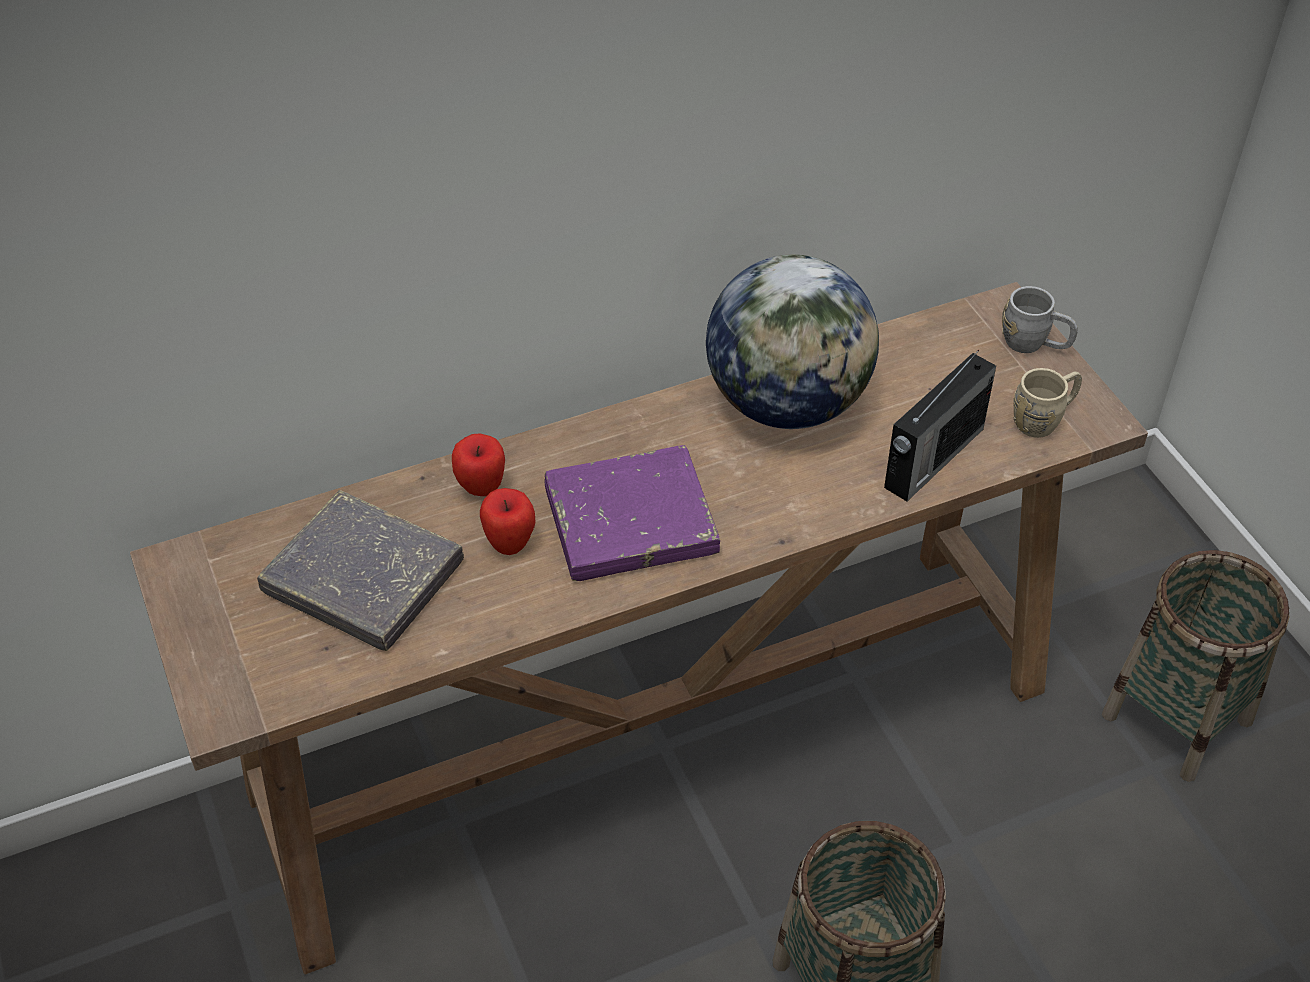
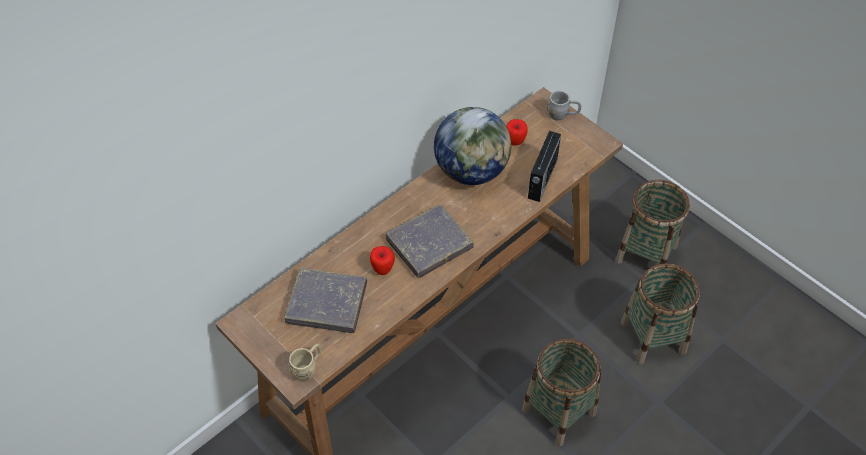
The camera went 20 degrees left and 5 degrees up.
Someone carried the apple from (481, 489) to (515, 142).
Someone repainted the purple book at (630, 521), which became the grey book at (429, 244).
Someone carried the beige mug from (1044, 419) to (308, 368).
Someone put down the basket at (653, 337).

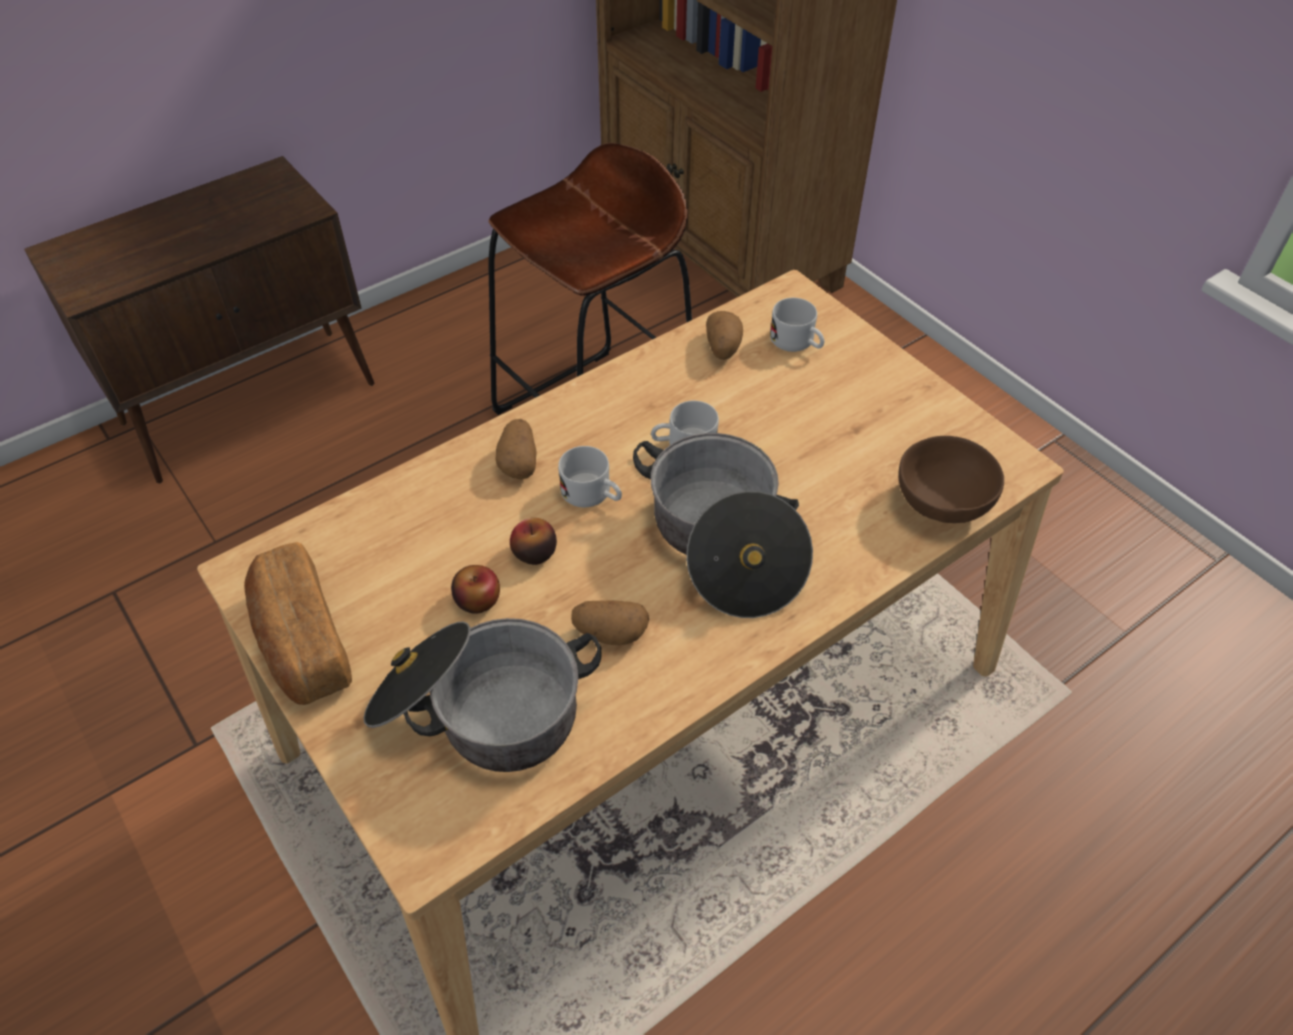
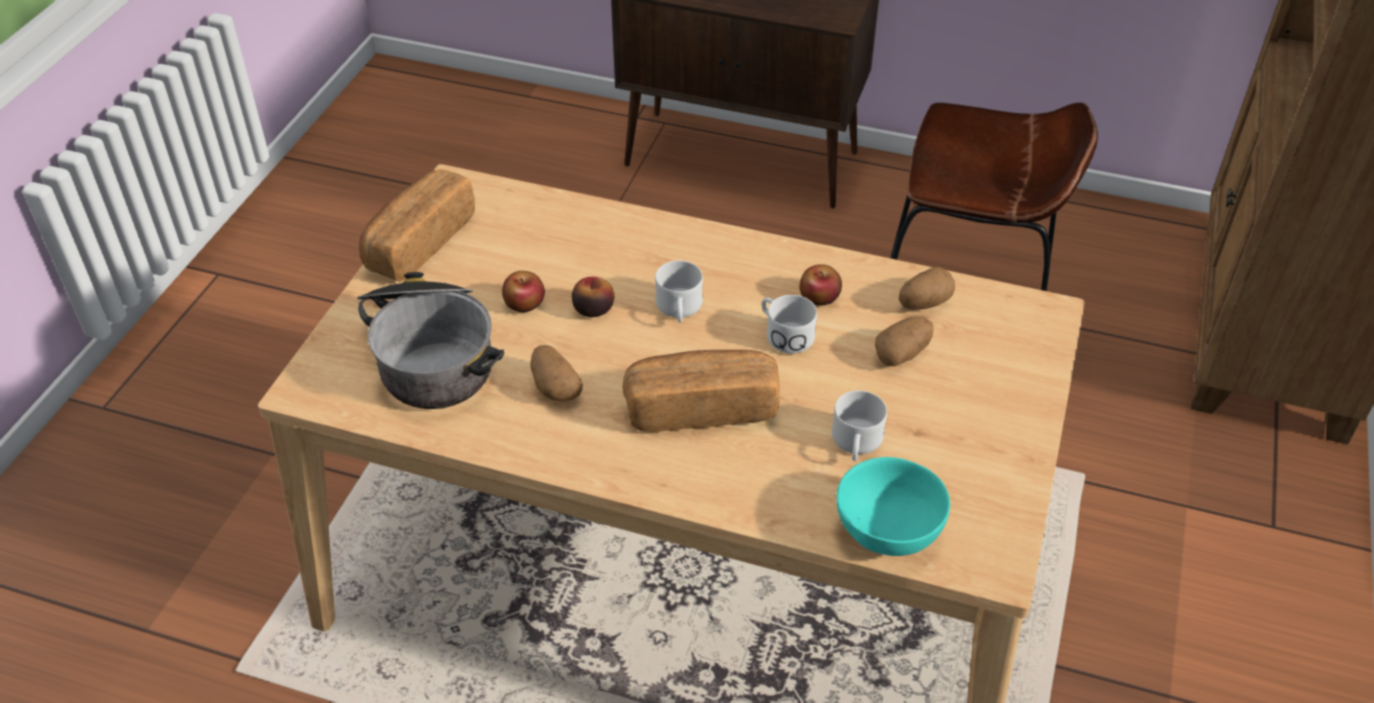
The camera went 55 degrees right and 5 degrees down.
Someone carried the potato from (519, 462) to (902, 354).
Someone swapped the cooking pot at (723, 543) for the bread at (701, 407).
Someone carried the white mug from (797, 343) to (856, 444).
Someone repainted the brown bowl at (941, 505), which became the turquoise bowl at (884, 531).
Someone put down the apple at (819, 297).

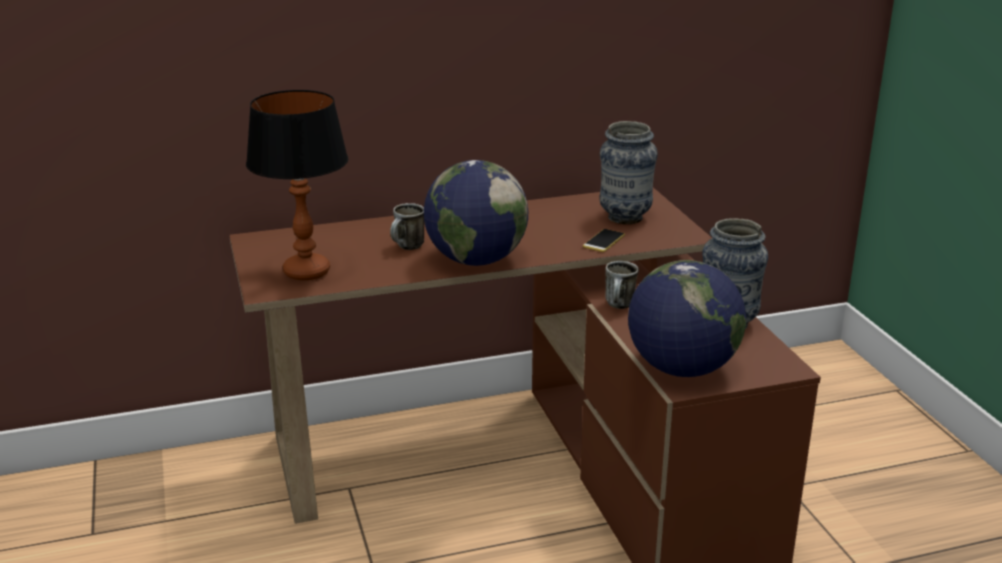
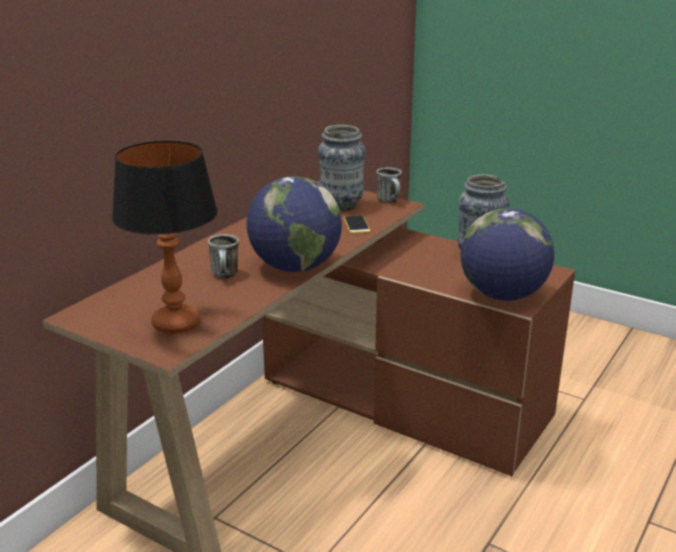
The camera went 40 degrees left and 0 degrees up.
Someone carried the mug from (620, 306) to (390, 201).

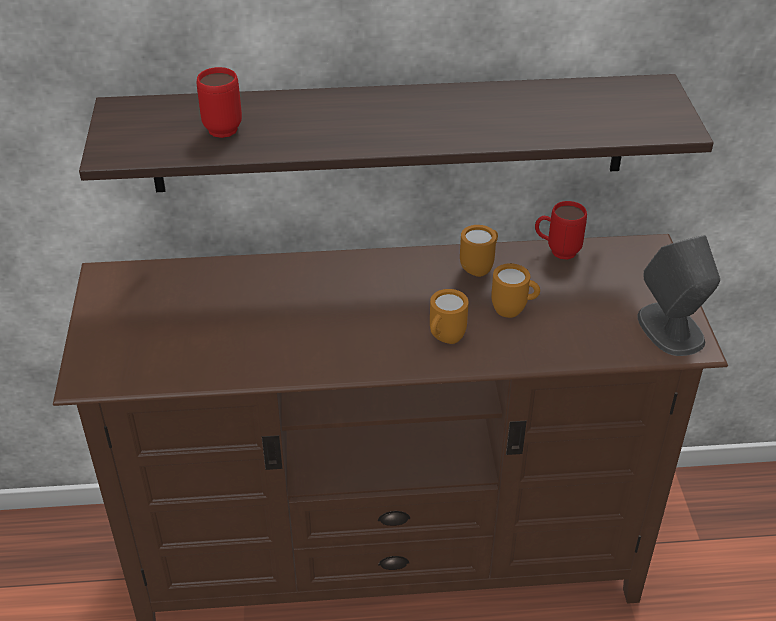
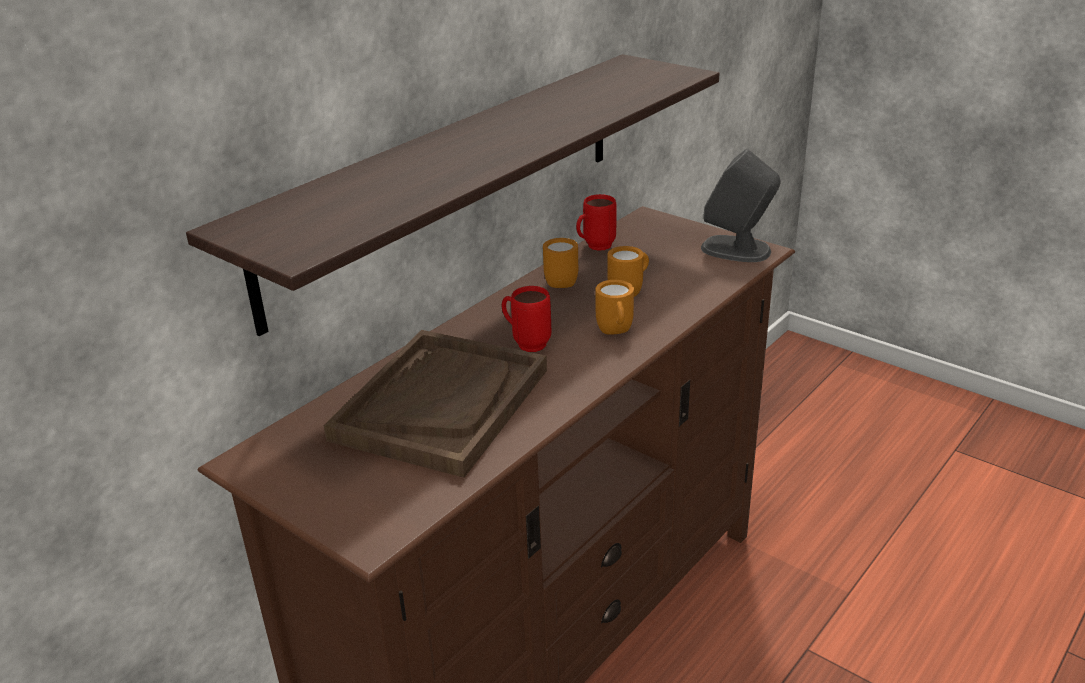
The camera went 45 degrees left and 10 degrees down.
Someone carried the red mug from (223, 126) to (526, 343).
Someone put down the brown tray at (441, 404).

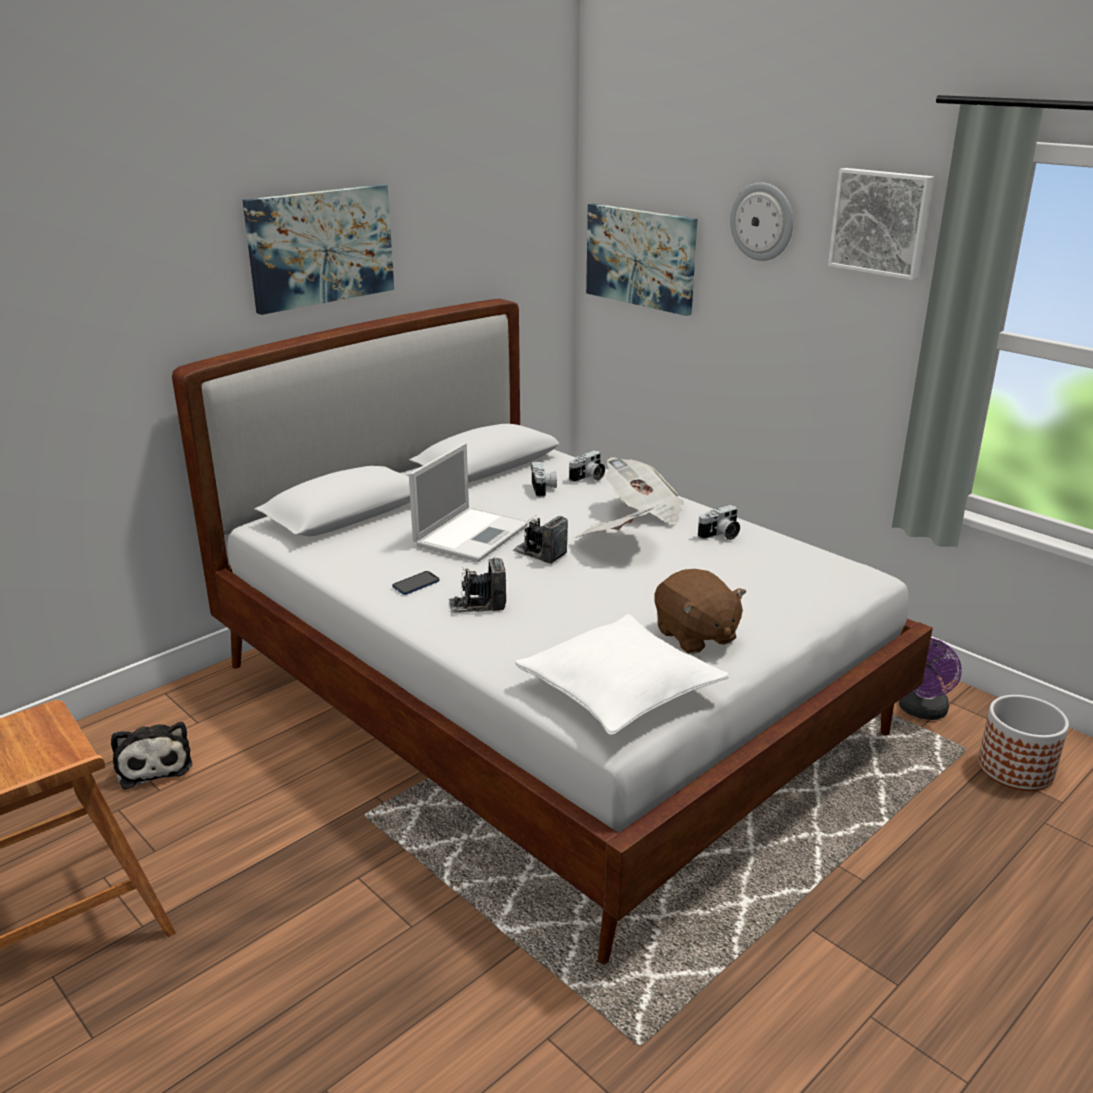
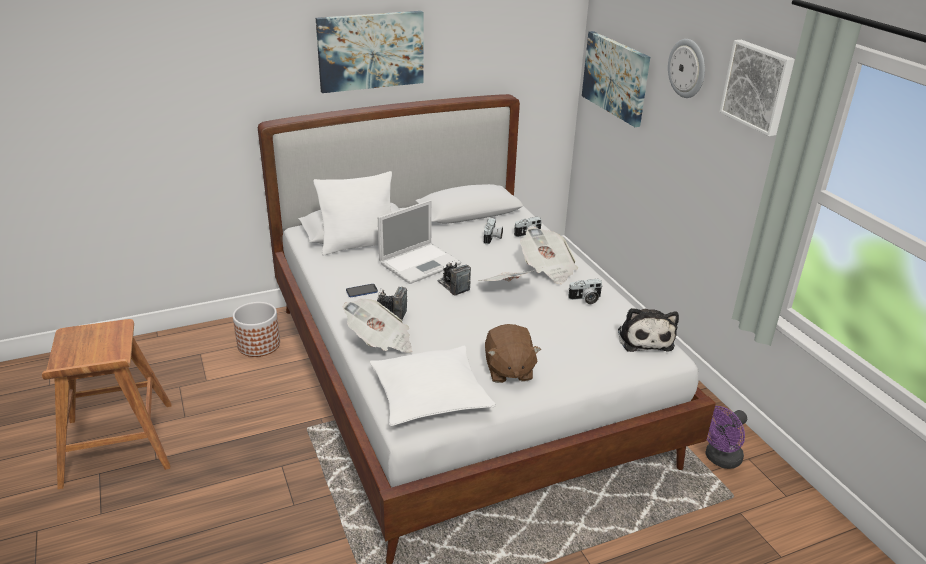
The camera went 20 degrees right and 5 degrees up.
Someone carried the plush toy from (154, 764) to (644, 338).
Someone carried the planter from (1015, 769) to (258, 345).
Someone put down the white pillow at (359, 245).
Someone put down the newspaper at (380, 342).

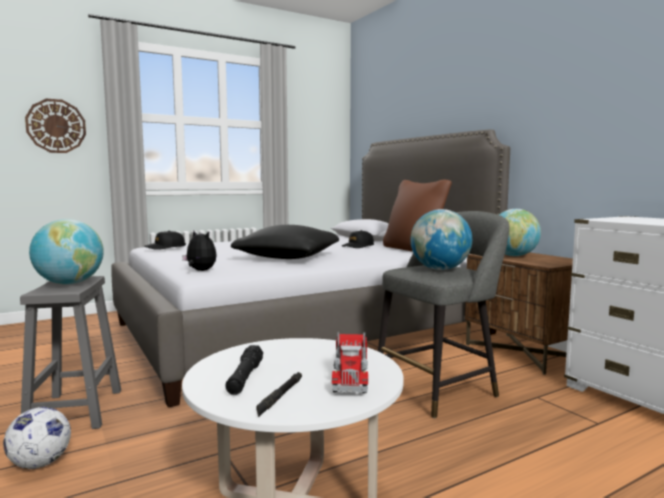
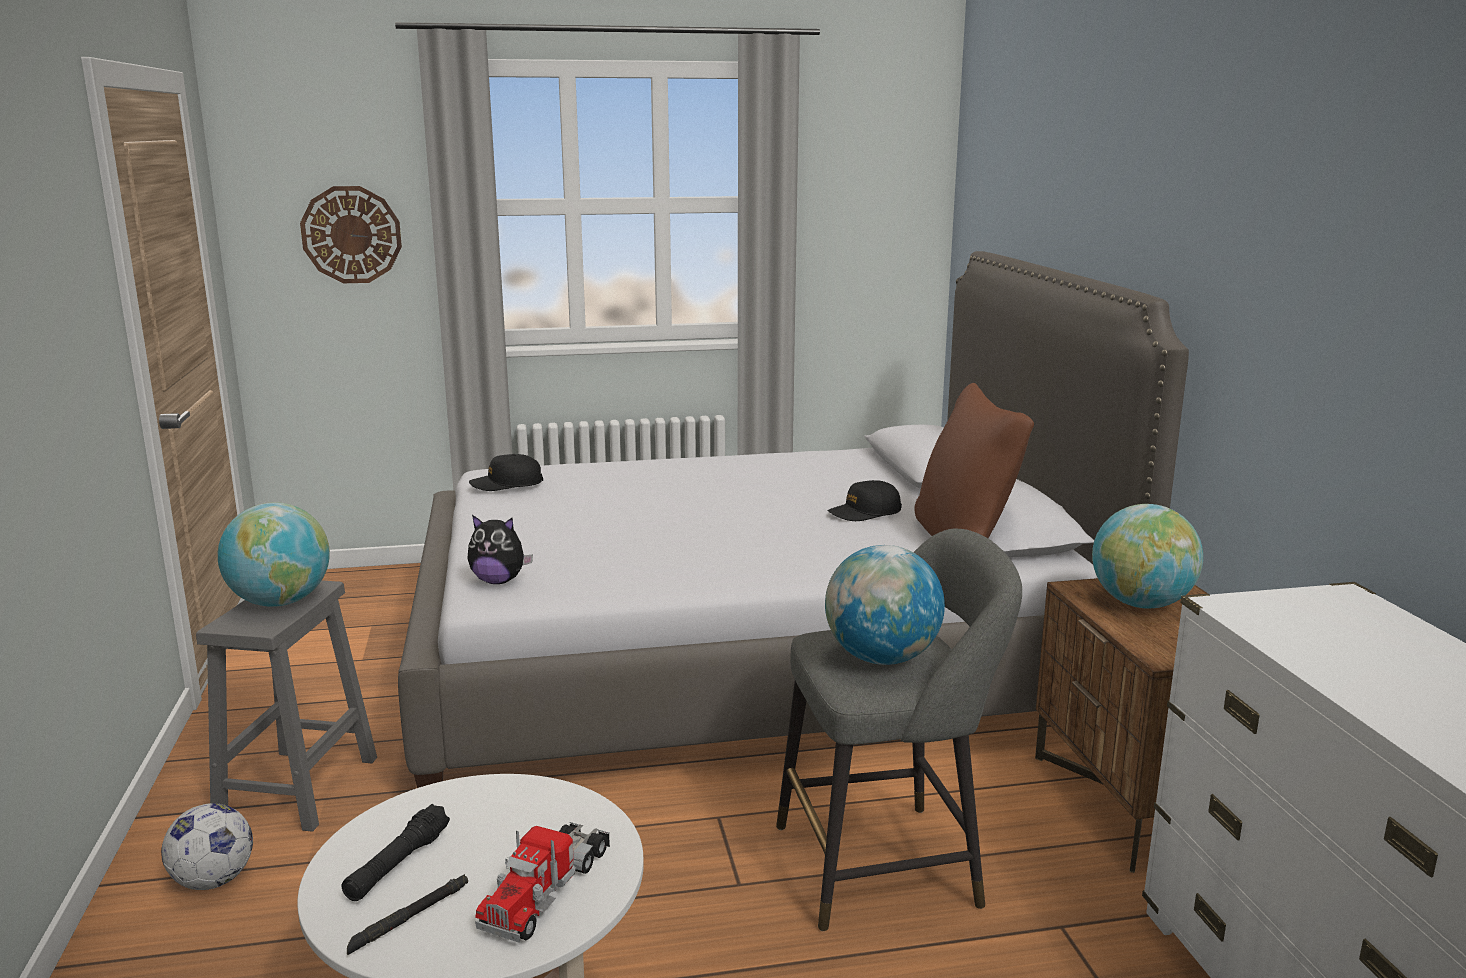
The camera went 20 degrees right and 10 degrees up.
Someone rotated the plush toy at (200, 271) by 135 degrees clockwise.
Someone took away the black pillow at (288, 257).

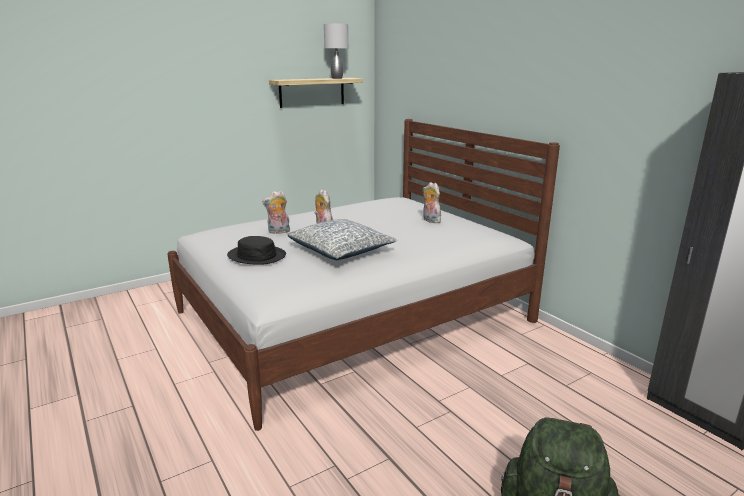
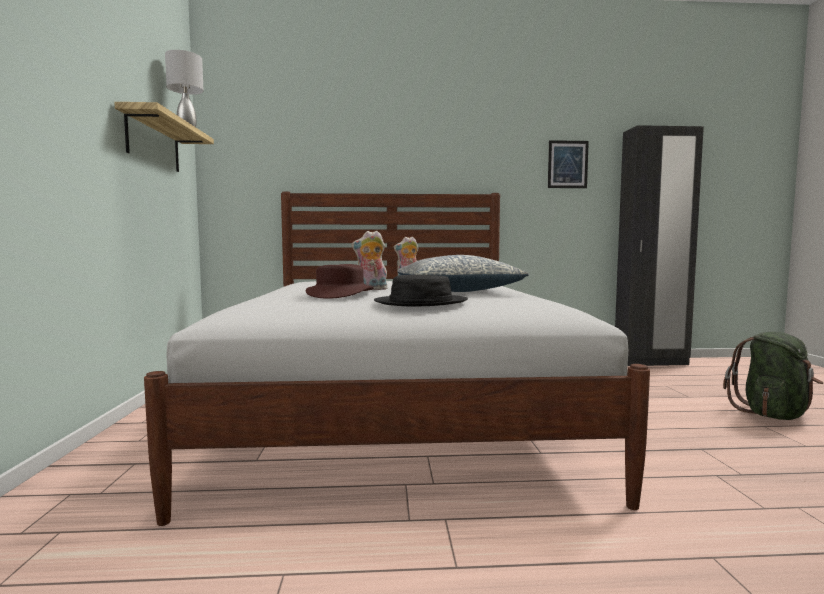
The camera went 60 degrees left and 15 degrees down.
Someone swapped the plush toy at (278, 232) for the brown hat at (340, 295).
Someone put up the picture at (567, 164).

